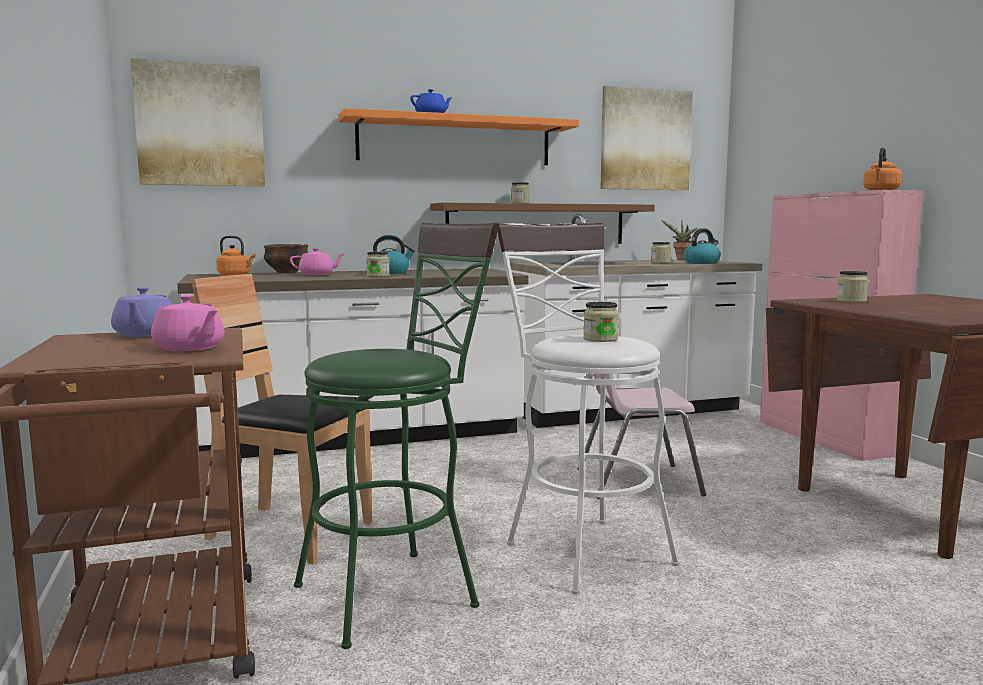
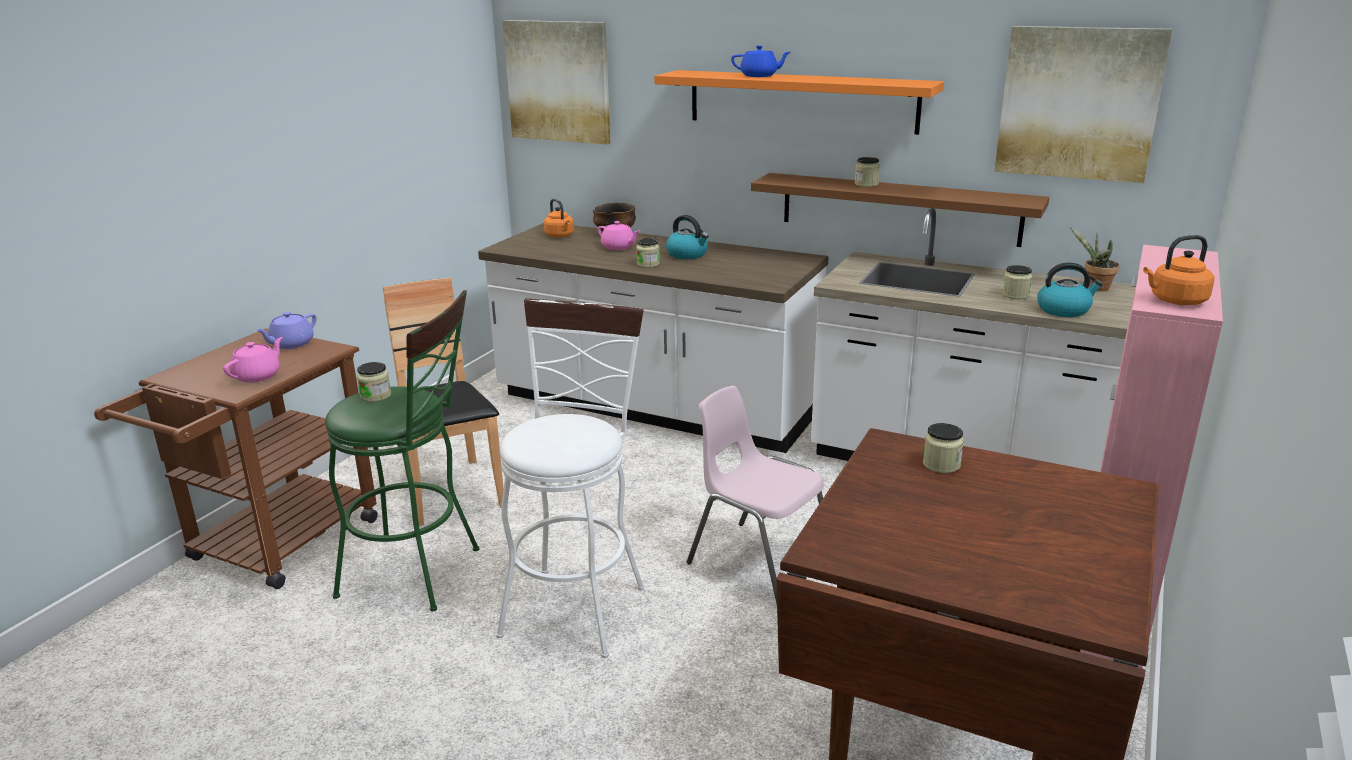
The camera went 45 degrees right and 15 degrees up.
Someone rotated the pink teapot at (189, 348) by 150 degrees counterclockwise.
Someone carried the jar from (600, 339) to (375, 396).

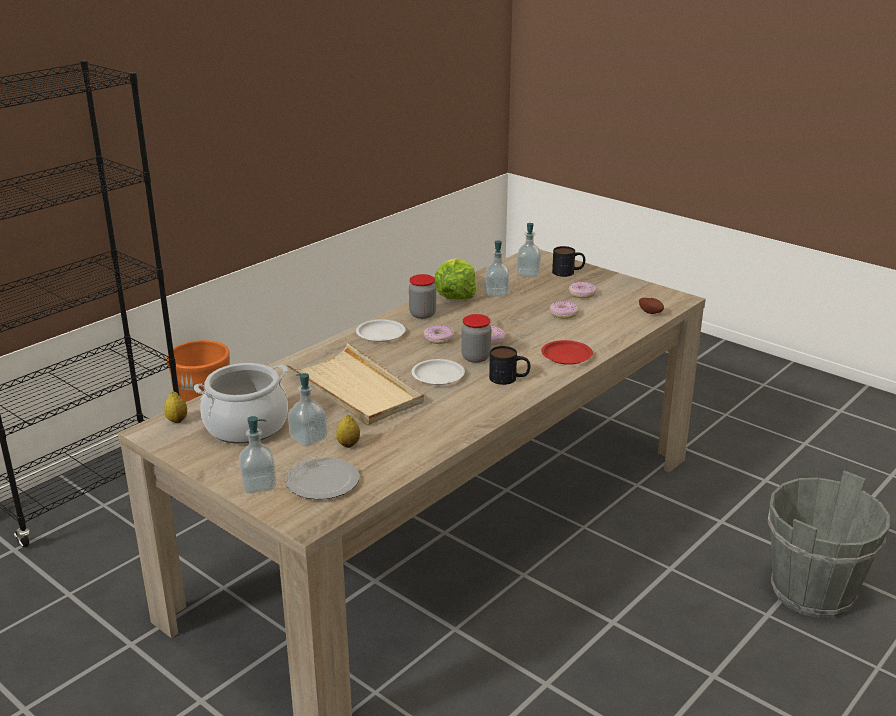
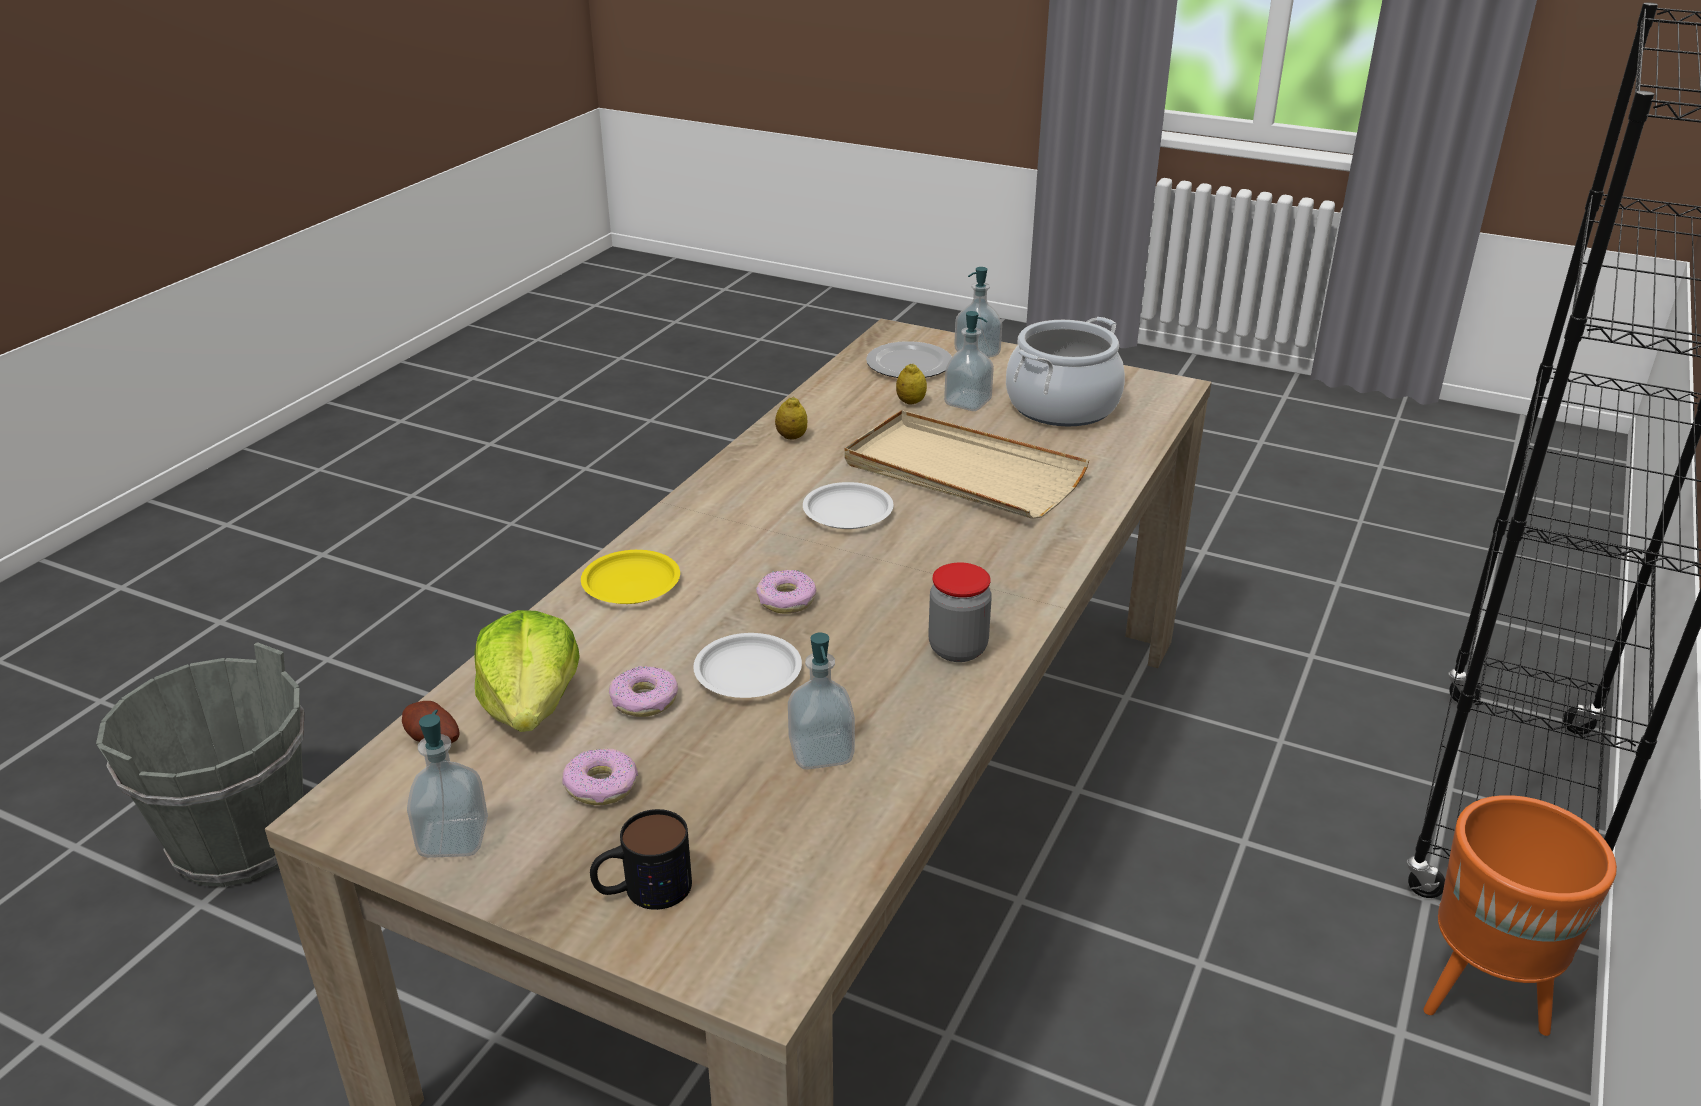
The camera went 165 degrees right and 5 degrees up.
Someone carried the lemon from (177, 420) to (791, 437).
Someone carried the white plate from (381, 334) to (747, 673).
Someone took away the donut at (439, 339).
Someone carried the lettuce from (455, 294) to (531, 705).
Someone took away the jar at (476, 357).
Someone took away the mug at (509, 378).
Someone carried the soap dispenser from (528, 273) to (453, 839).
Someone repainted the red plate at (566, 356), which became the yellow plate at (632, 583).

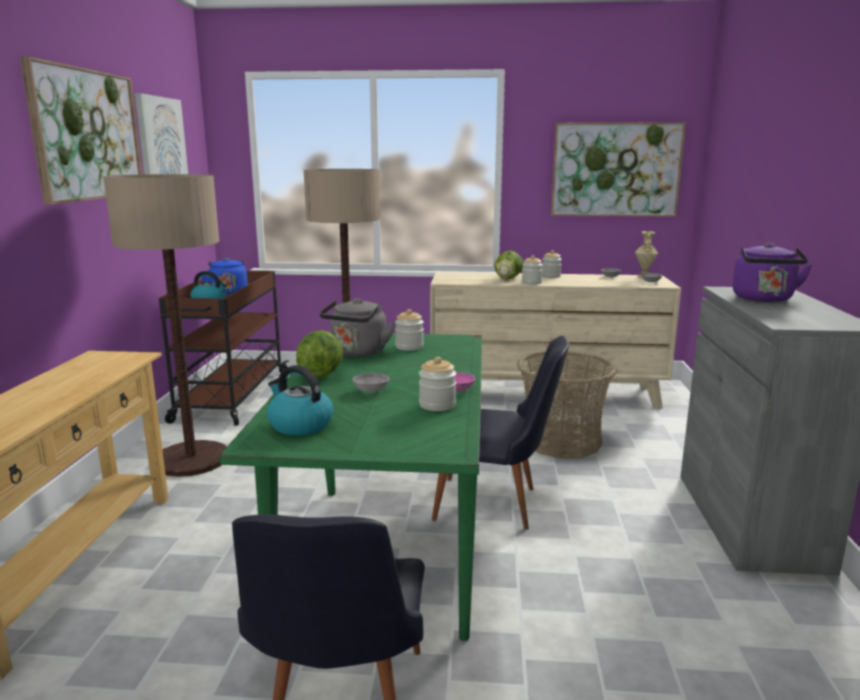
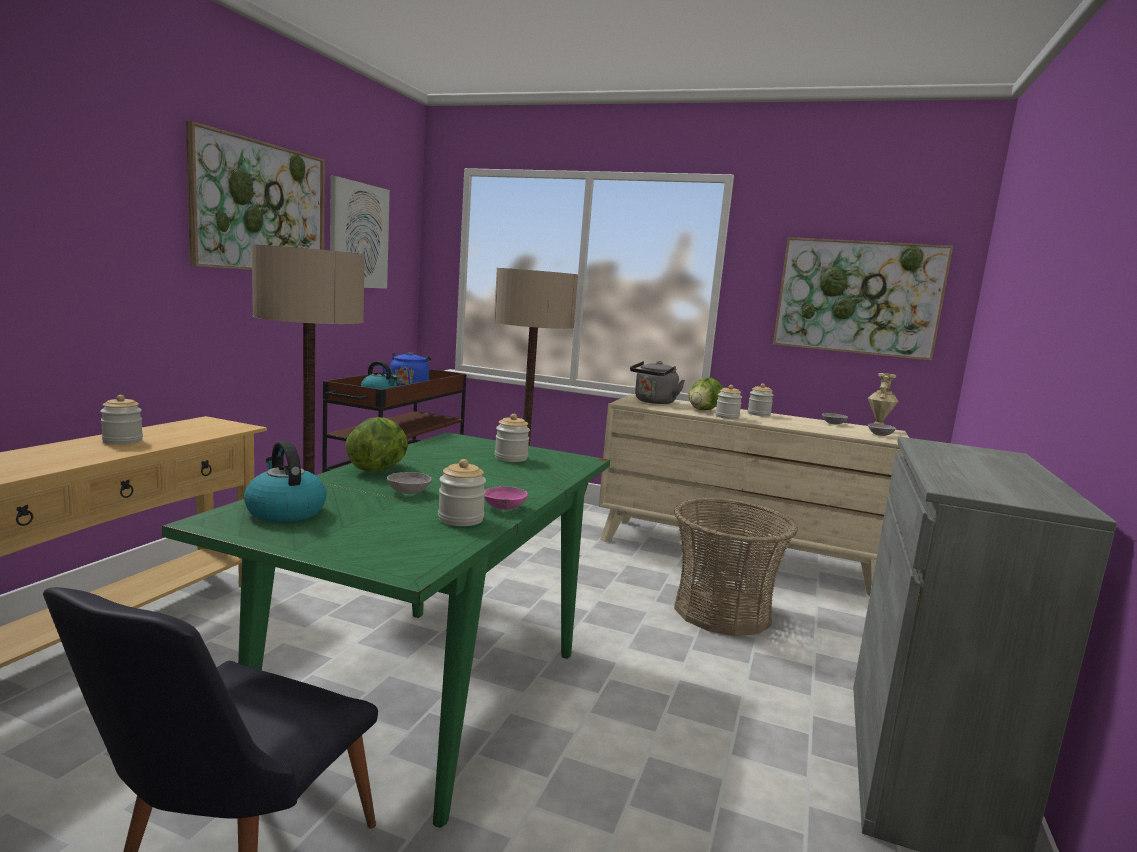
The camera went 15 degrees right and 5 degrees down.
Someone carried the grey kettle from (357, 353) to (653, 402).
Someone took away the black chair at (497, 505).
Someone took away the purple kettle at (764, 299).
Someone put down the jar at (122, 441).

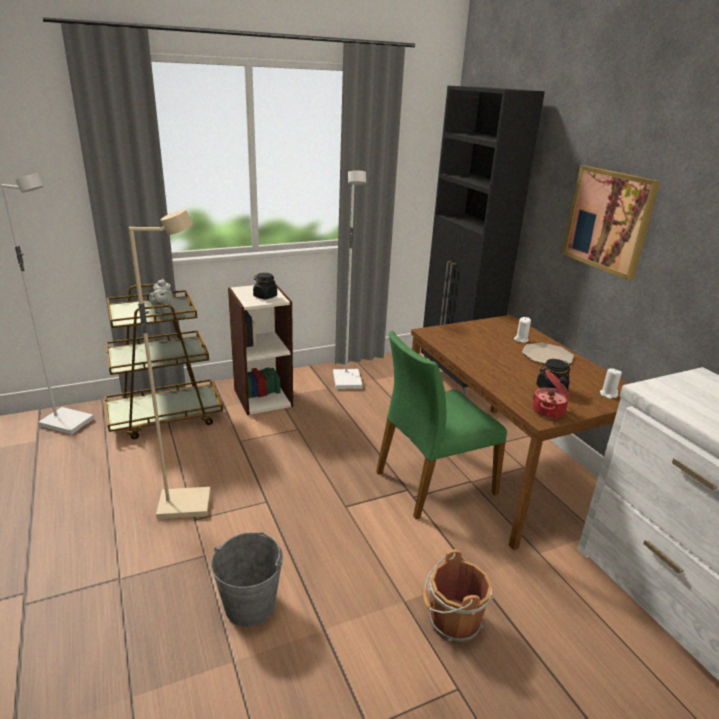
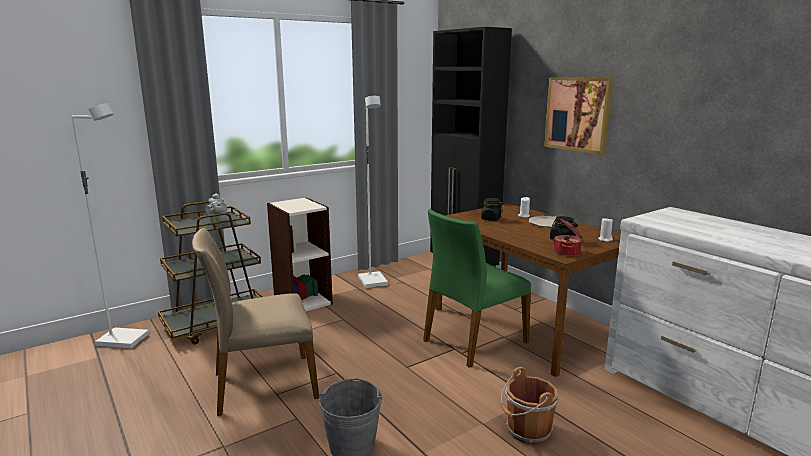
The camera went 10 degrees left and 10 degrees down.
Someone swapped the beige floor lamp at (185, 504) for the beige chair at (263, 384).
Someone carried the black jar from (265, 296) to (490, 219).

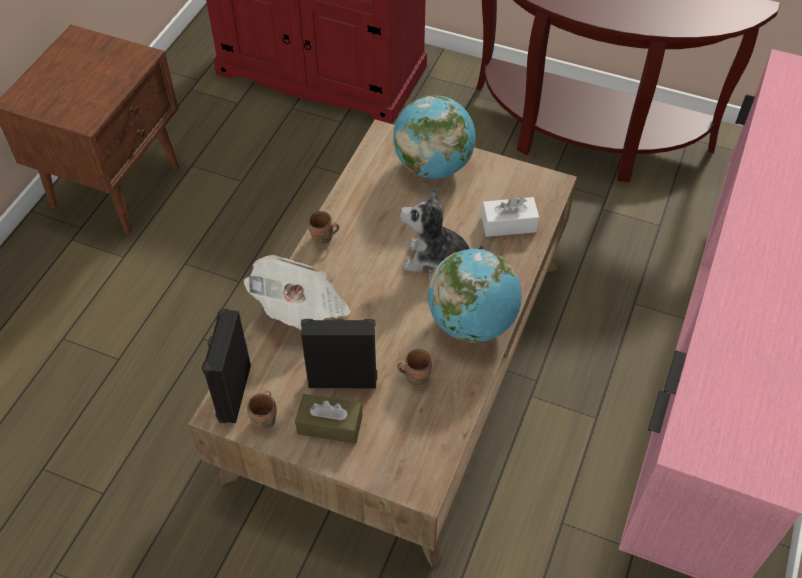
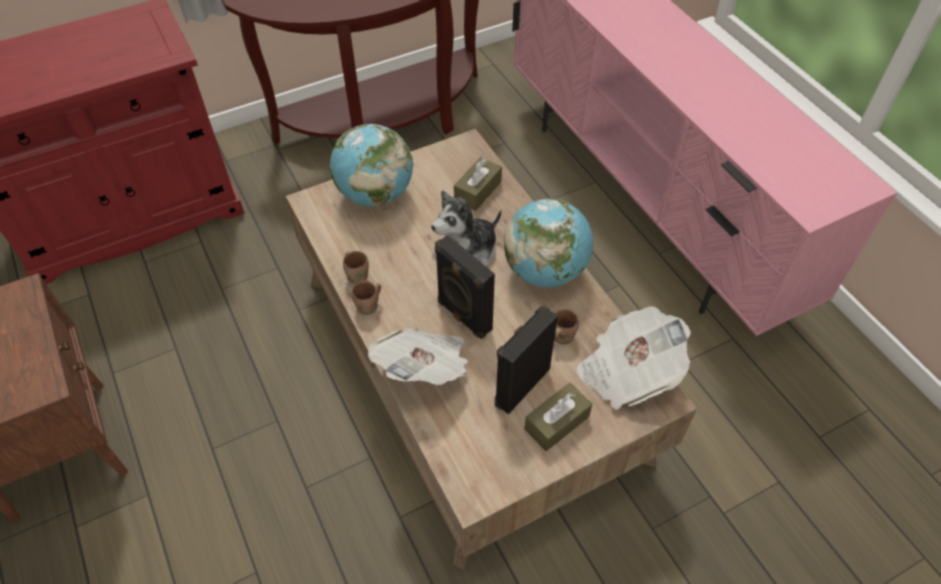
The camera went 50 degrees left and 0 degrees up.
Someone carried the black speaker from (232, 392) to (463, 316).
Someone carried the brown mug from (266, 419) to (358, 276).
Someone repainted the white tissue box at (508, 224), which became the brown tissue box at (477, 191).
Someone put down the newspaper at (628, 371).

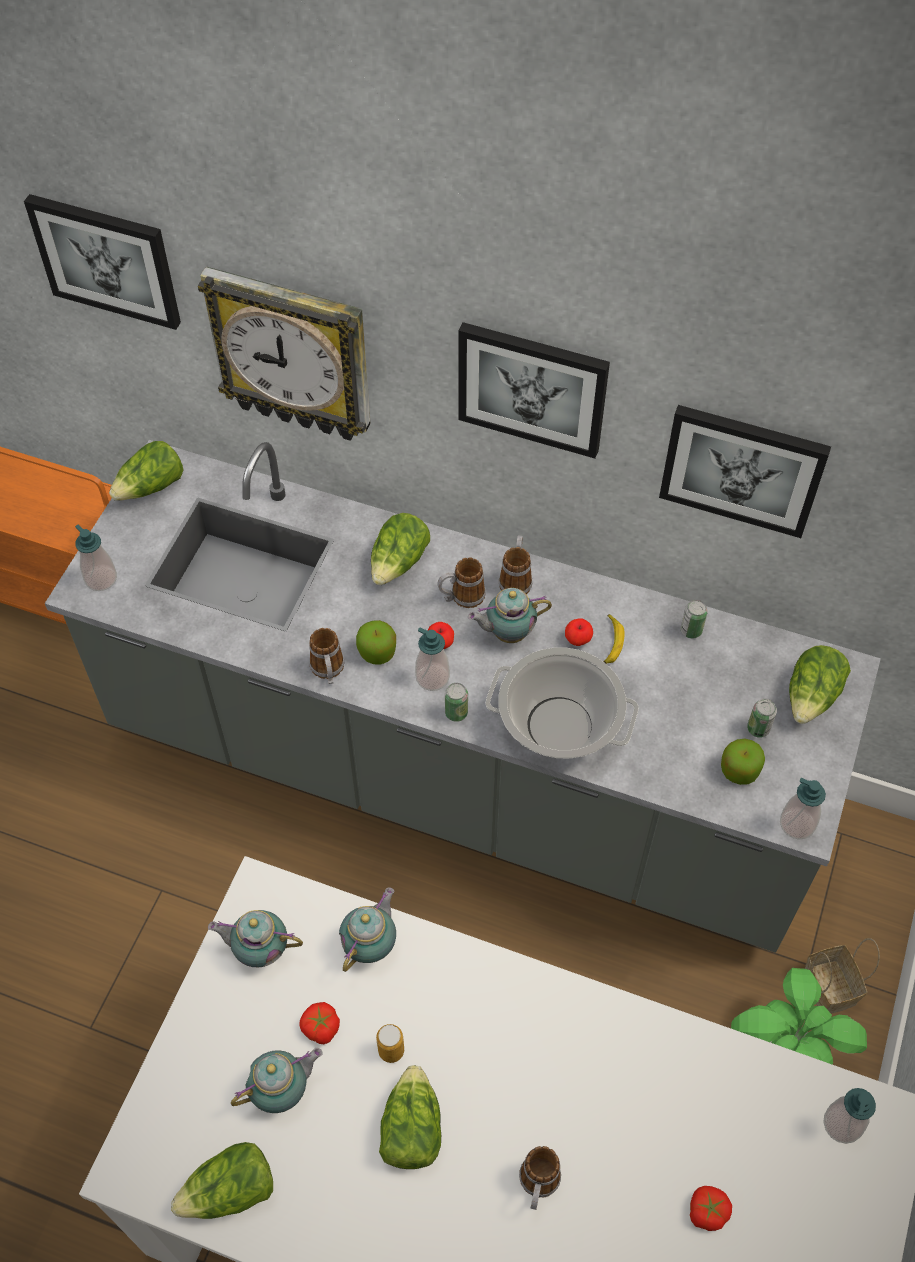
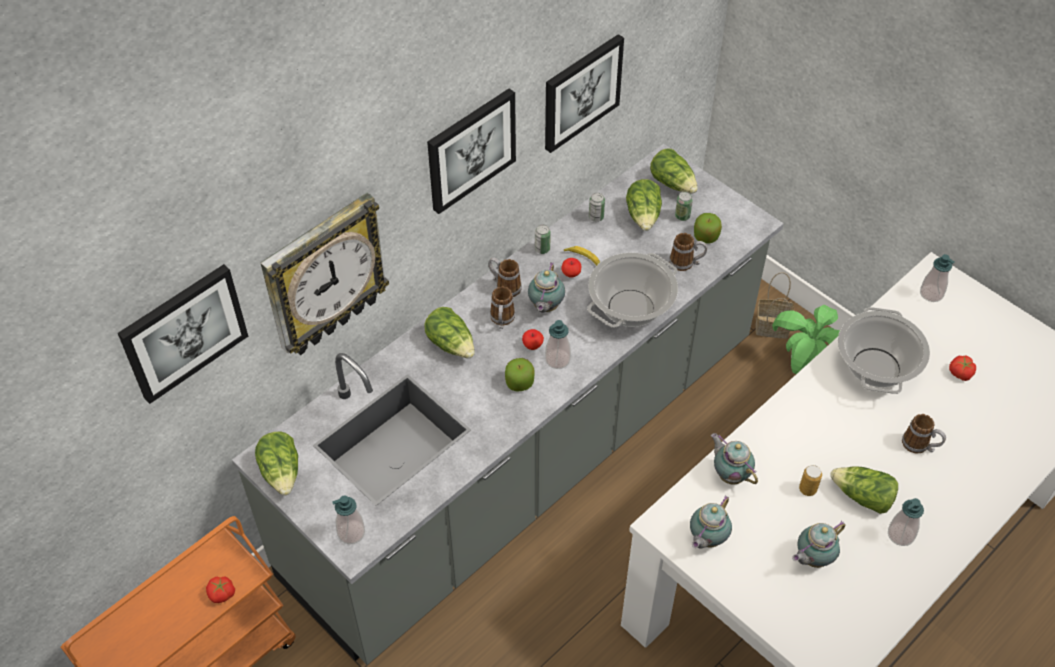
The camera went 65 degrees left and 5 degrees down.
Someone carried the lettuce from (230, 1191) to (644, 216).
Someone rotated the teapot at (283, 1091) by 120 degrees counterclockwise.
Someone carried the tomato from (320, 1027) to (222, 594).
Someone carried the mug from (328, 671) to (686, 263).
Someone carried the can from (456, 713) to (542, 249).
Someone carried the soap dispenser from (797, 824) to (900, 535).
Someone put down the cooking pot at (875, 367).

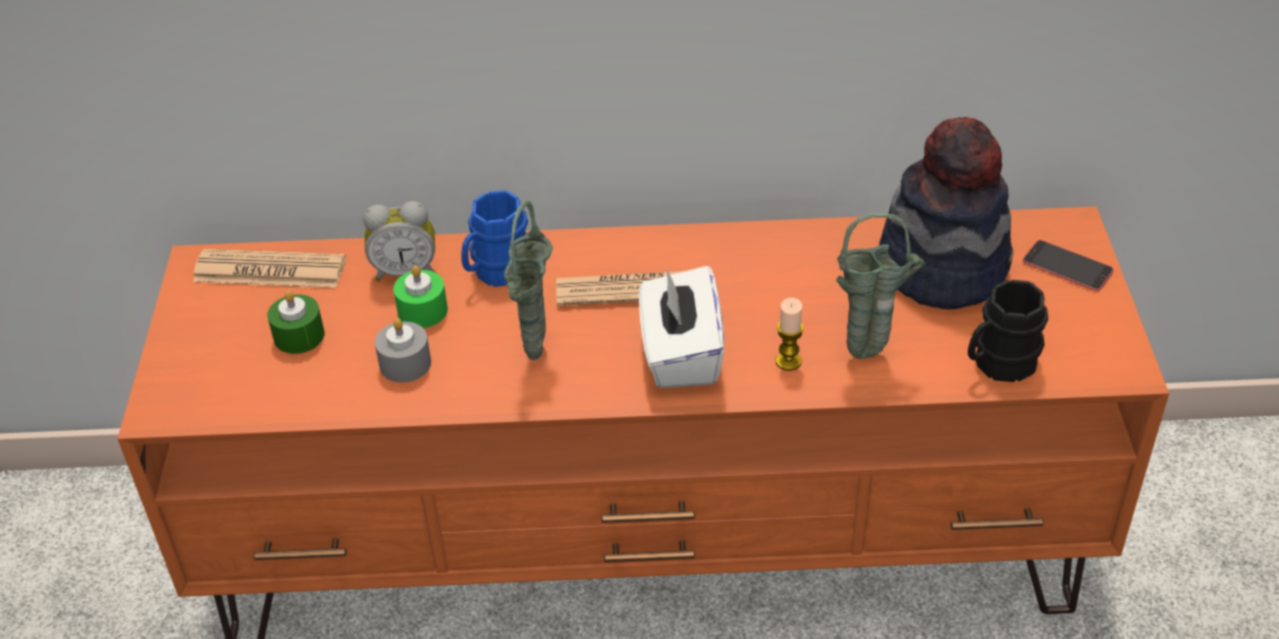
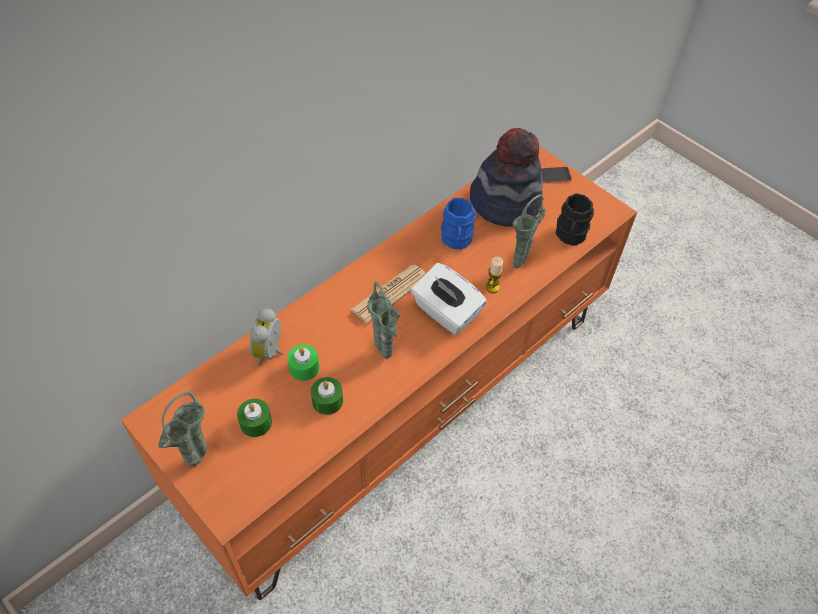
The camera went 45 degrees left and 10 degrees up.
Someone took away the newspaper at (270, 271).
Someone rotated the alarm clock at (405, 271) by 150 degrees clockwise.
Someone repainted the grey candle at (405, 364), which became the green candle at (327, 401).
Someone carried the blue mug from (496, 271) to (456, 241).
Someone put down the green vase at (197, 462).

